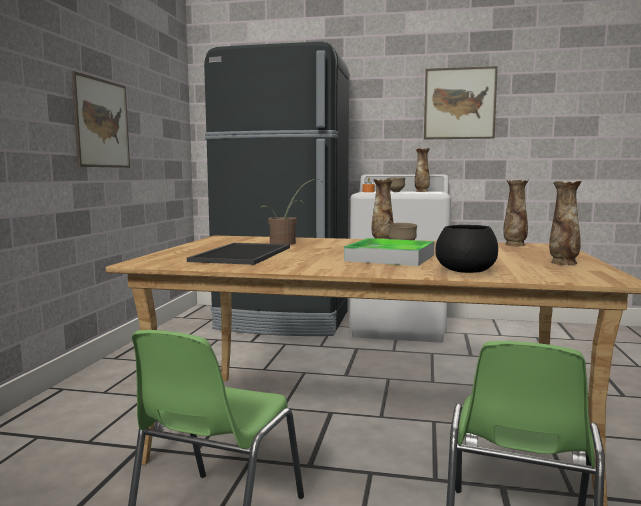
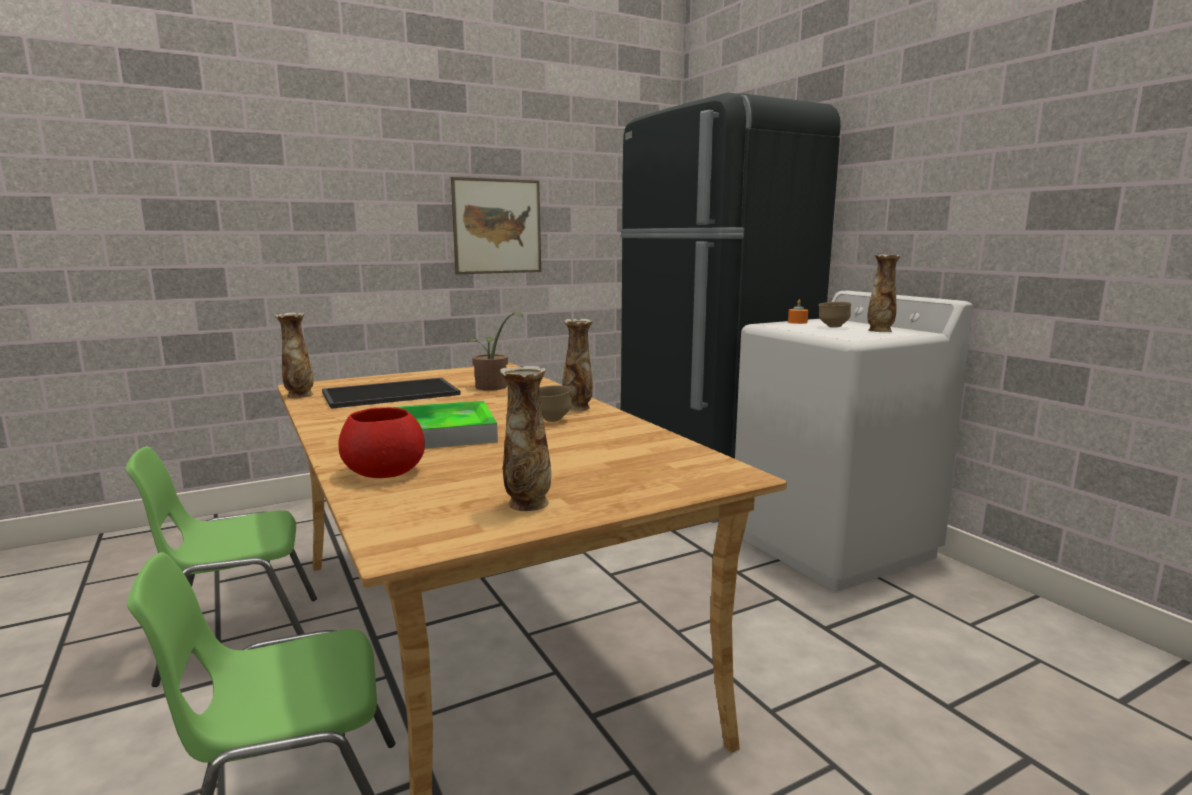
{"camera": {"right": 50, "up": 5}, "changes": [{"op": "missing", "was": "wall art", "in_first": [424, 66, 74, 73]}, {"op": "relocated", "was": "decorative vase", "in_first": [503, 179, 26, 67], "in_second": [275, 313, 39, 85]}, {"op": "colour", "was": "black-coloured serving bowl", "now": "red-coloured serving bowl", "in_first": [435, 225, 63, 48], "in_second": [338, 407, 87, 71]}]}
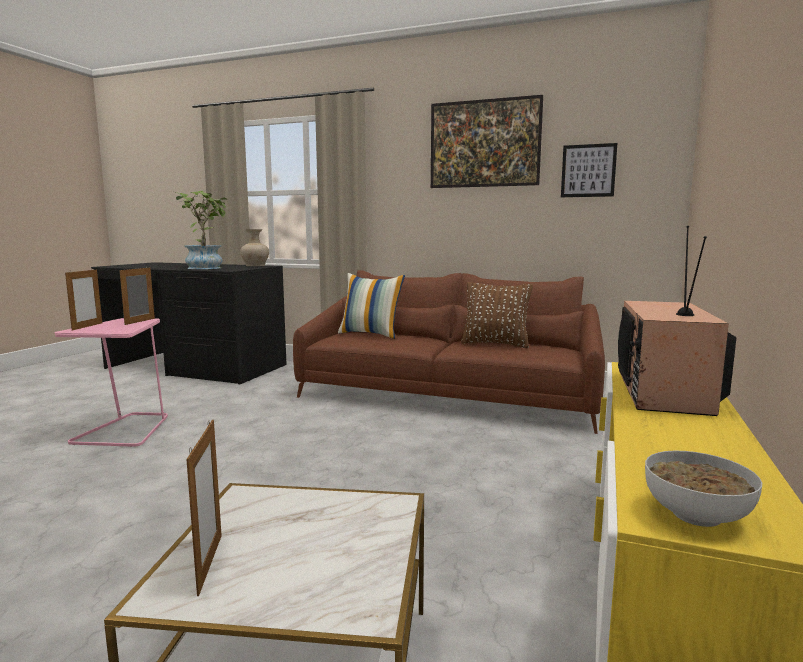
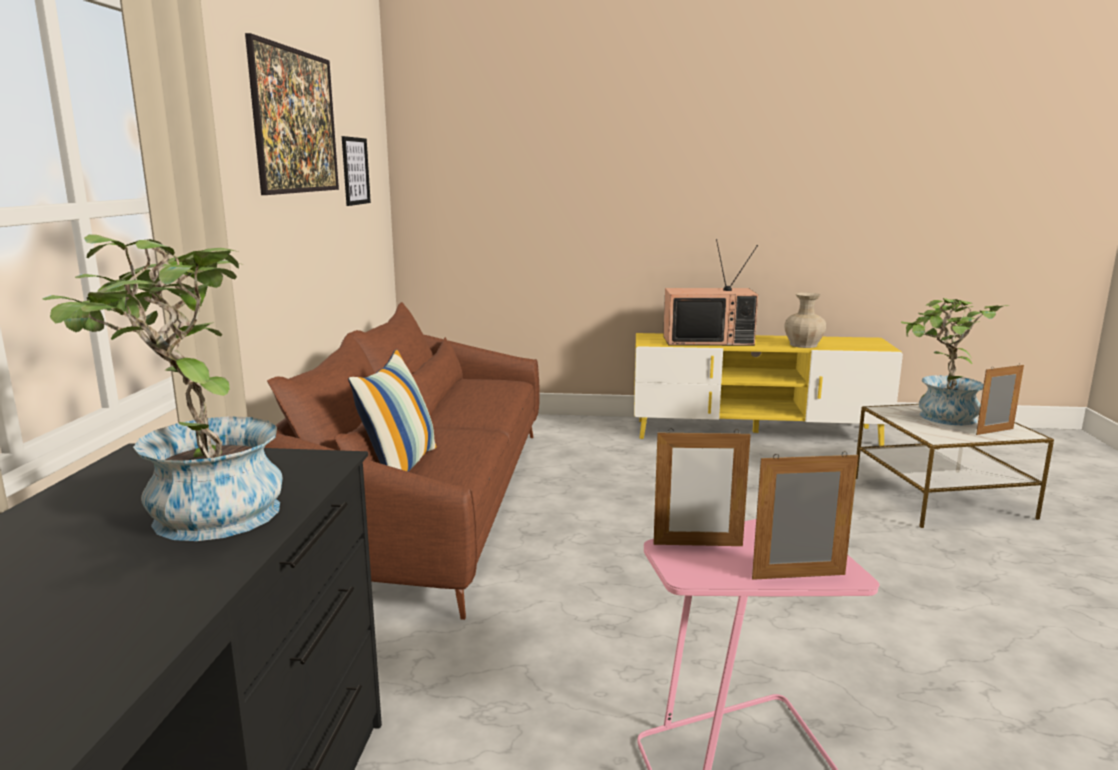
{"camera": {"right": -105, "up": 5}, "changes": [{"op": "missing", "was": "brownish throw pillow", "in_first": [461, 282, 72, 66]}, {"op": "missing", "was": "serving bowl", "in_first": [645, 451, 117, 76]}, {"op": "appeared", "now": "houseplant", "in_second": [901, 298, 108, 127]}, {"op": "relocated", "was": "beige-coloured decorative vase", "in_first": [240, 229, 29, 37], "in_second": [784, 292, 42, 56]}]}
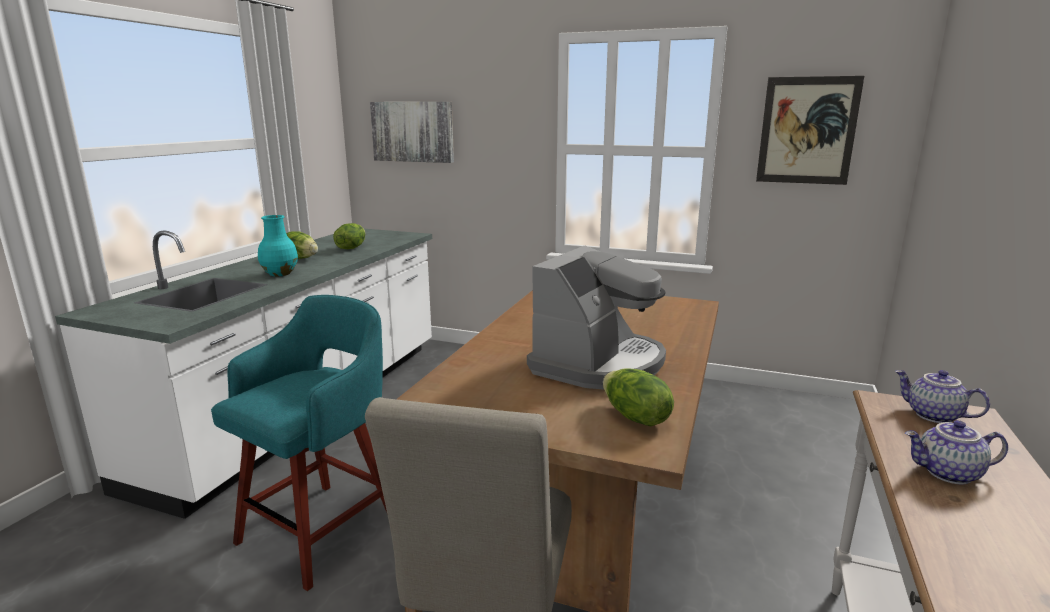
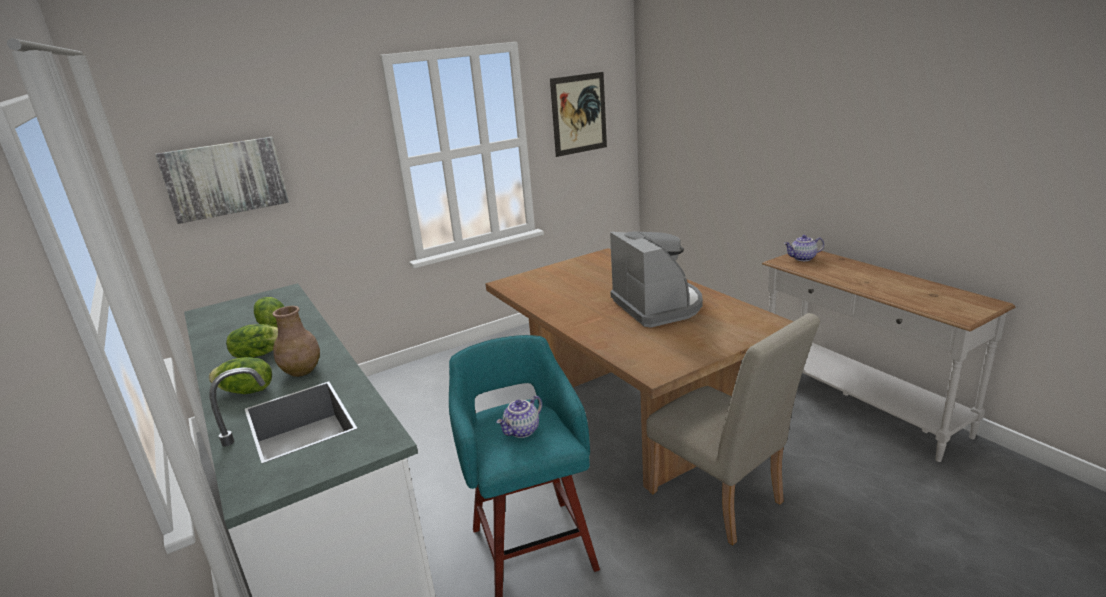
{"camera": {"right": -50, "up": 5}, "changes": [{"op": "relocated", "was": "head of lettuce", "in_first": [603, 368, 71, 58], "in_second": [209, 357, 63, 37]}, {"op": "relocated", "was": "pot for tea", "in_first": [905, 420, 103, 64], "in_second": [496, 395, 46, 43]}, {"op": "colour", "was": "turquoise-coloured decorative vase", "now": "brownish decorative vase", "in_first": [258, 215, 40, 61], "in_second": [273, 306, 47, 71]}]}
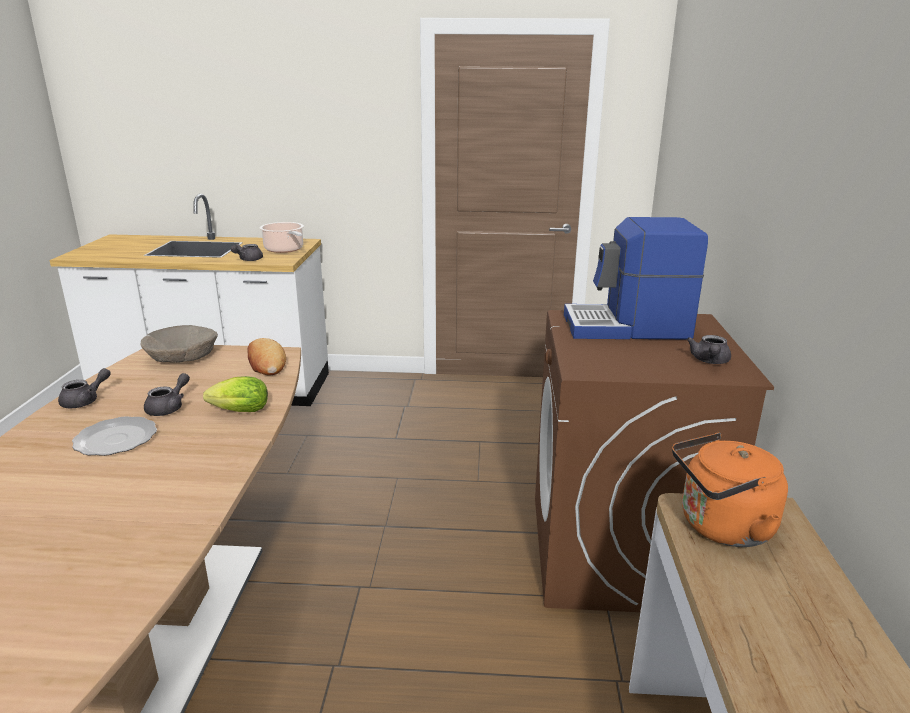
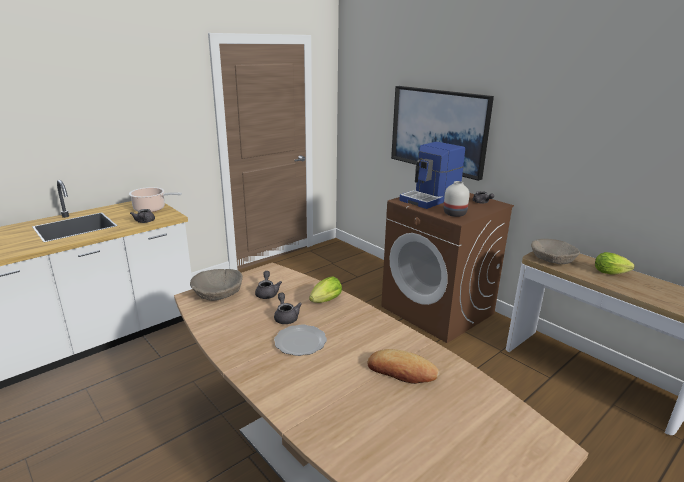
{"camera": {"right": -45, "up": 0}, "changes": [{"op": "appeared", "now": "wall art", "in_second": [391, 86, 103, 95]}, {"op": "appeared", "now": "whitish decorative vase", "in_second": [444, 181, 25, 36]}, {"op": "appeared", "now": "head of lettuce", "in_second": [595, 252, 40, 23]}, {"op": "relocated", "was": "gray pot for tea", "in_first": [58, 368, 53, 40], "in_second": [255, 271, 27, 28]}, {"op": "relocated", "was": "bakery bread", "in_first": [247, 338, 39, 37], "in_second": [368, 349, 71, 35]}, {"op": "exchanged", "was": "orangey water kettle", "now": "beige-coloured serving bowl", "in_first": [672, 433, 116, 114], "in_second": [531, 239, 49, 25]}]}
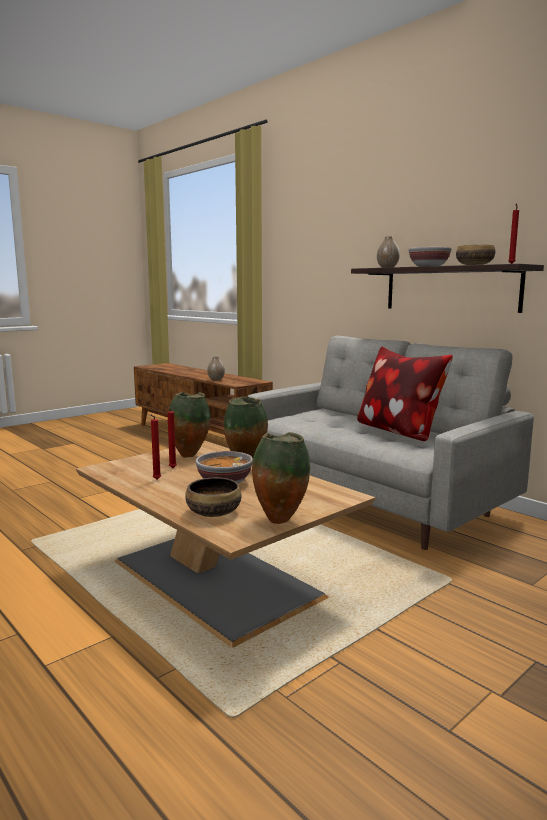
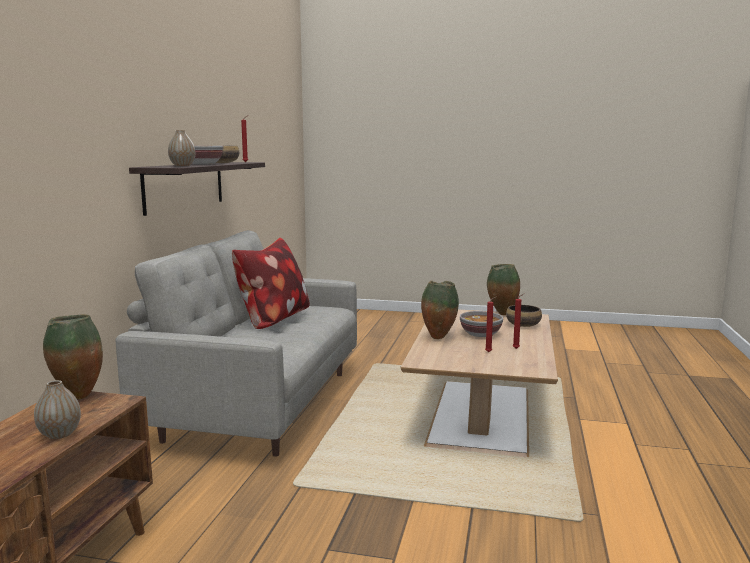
{"camera": {"right": -125, "up": 0}, "changes": [{"op": "relocated", "was": "decorative vase", "in_first": [168, 392, 42, 66], "in_second": [43, 314, 60, 85]}]}
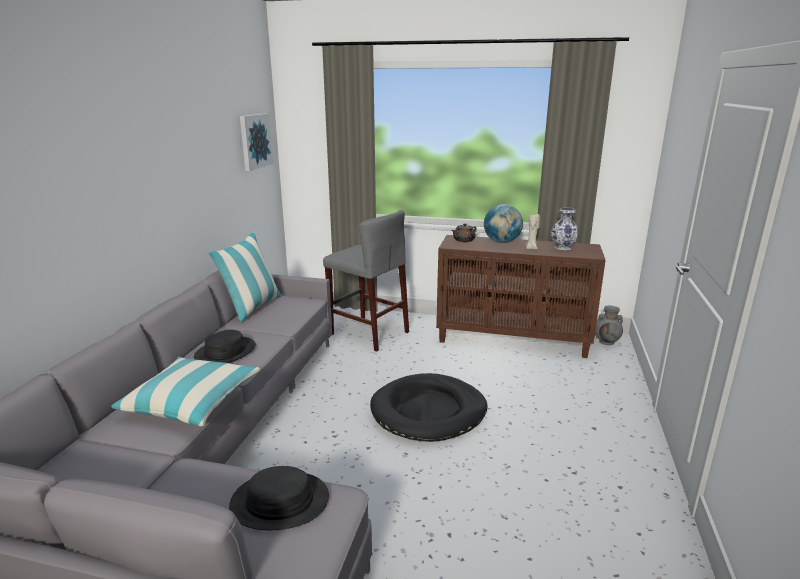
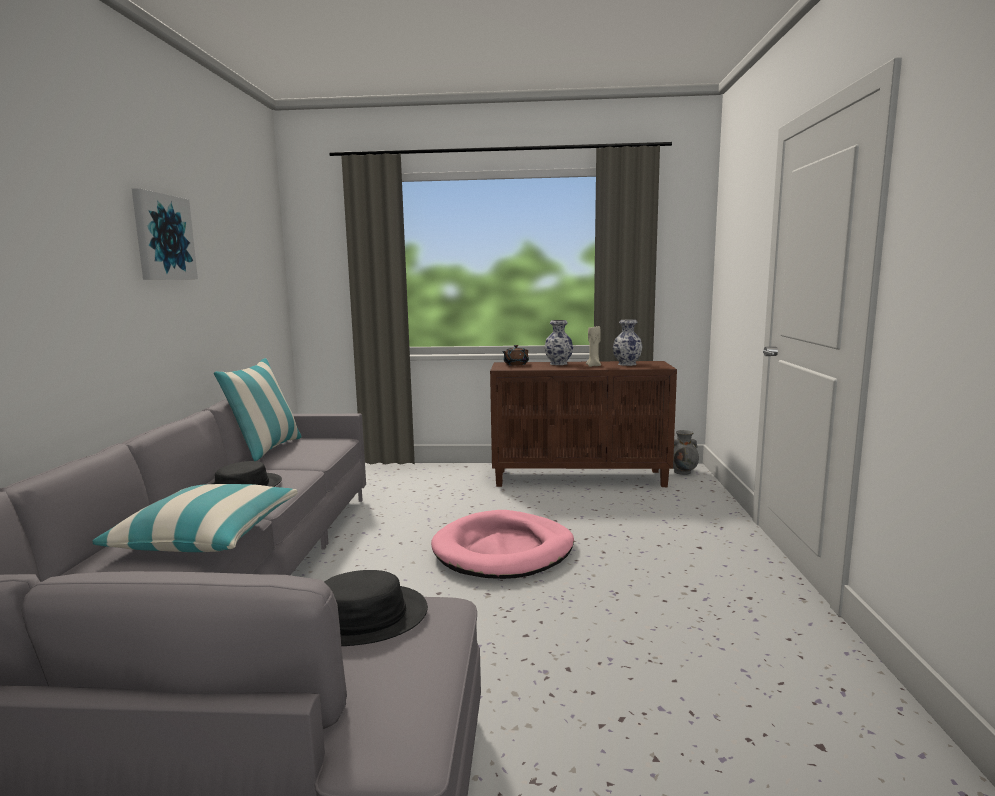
{"camera": {"right": -10, "up": -10}, "changes": [{"op": "missing", "was": "gray sitting stool", "in_first": [323, 210, 86, 142]}, {"op": "relocated", "was": "wall art", "in_first": [240, 113, 33, 58], "in_second": [132, 188, 66, 92]}, {"op": "exchanged", "was": "globe", "now": "decorative vase", "in_first": [484, 204, 39, 39], "in_second": [545, 320, 28, 45]}, {"op": "colour", "was": "black-coloured dog bed", "now": "pink dog bed", "in_first": [370, 373, 117, 69], "in_second": [431, 510, 143, 69]}]}
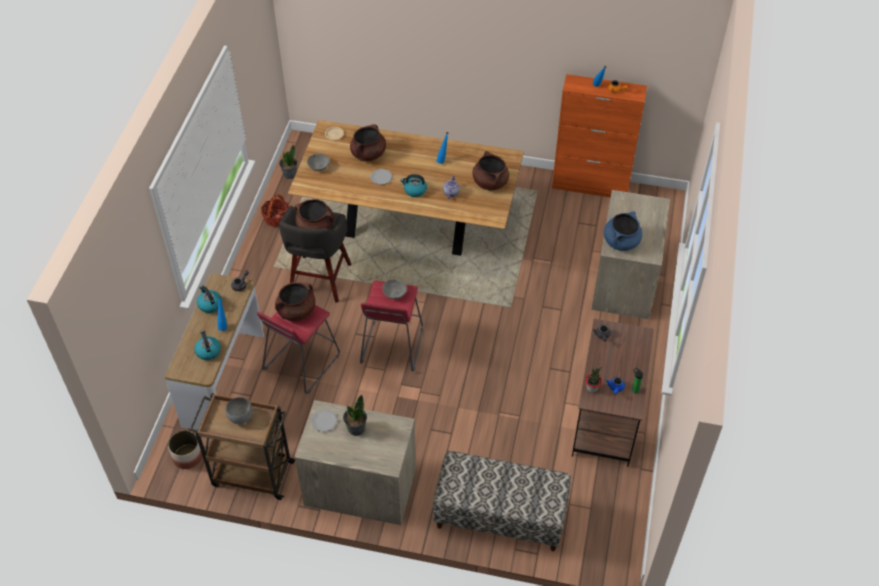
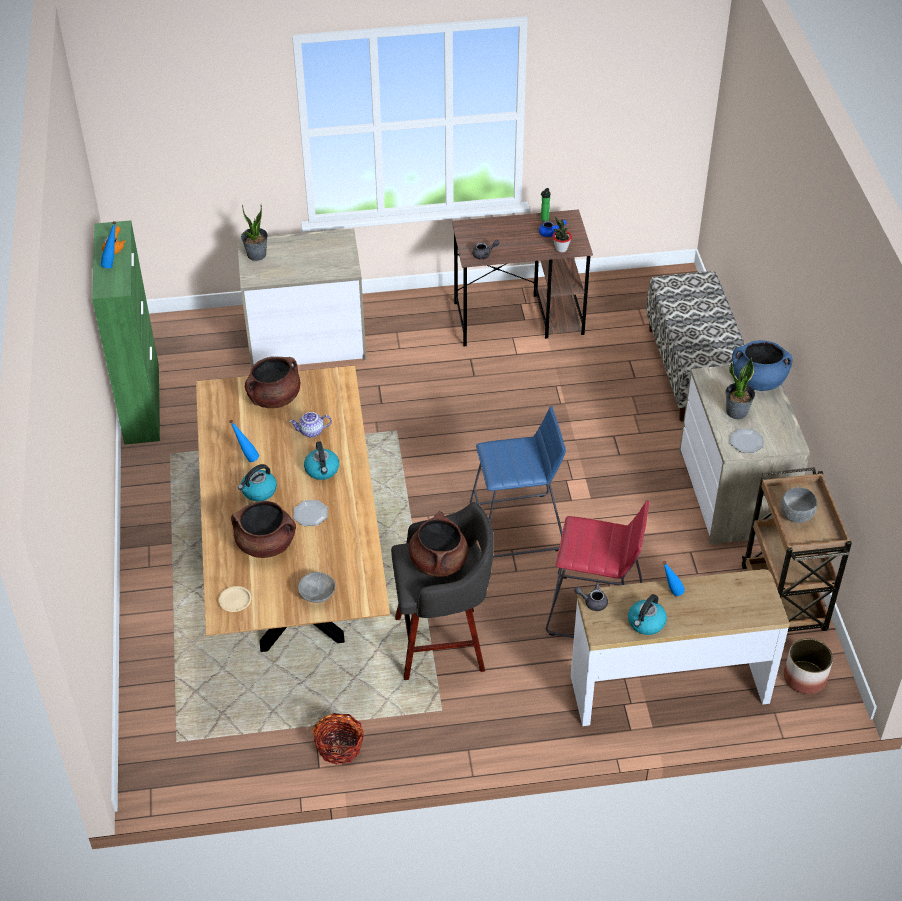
{"camera": {"right": -110, "up": -5}, "changes": [{"op": "missing", "was": "brownish stockpot", "in_first": [275, 282, 40, 39]}, {"op": "missing", "was": "gray serving bowl", "in_first": [383, 279, 24, 20]}, {"op": "relocated", "was": "water kettle", "in_first": [194, 330, 27, 30], "in_second": [238, 464, 39, 38]}, {"op": "relocated", "was": "houseplant", "in_first": [279, 144, 18, 35], "in_second": [241, 205, 27, 56]}, {"op": "relocated", "was": "blue-coloured stockpot", "in_first": [604, 211, 38, 40], "in_second": [732, 340, 61, 51]}, {"op": "colour", "was": "red-coloured sitting stool", "now": "blue-coloured sitting stool", "in_first": [360, 280, 63, 91], "in_second": [470, 406, 96, 152]}, {"op": "colour", "was": "orangey cupboard", "now": "green cupboard", "in_first": [552, 74, 95, 123], "in_second": [92, 220, 68, 225]}]}
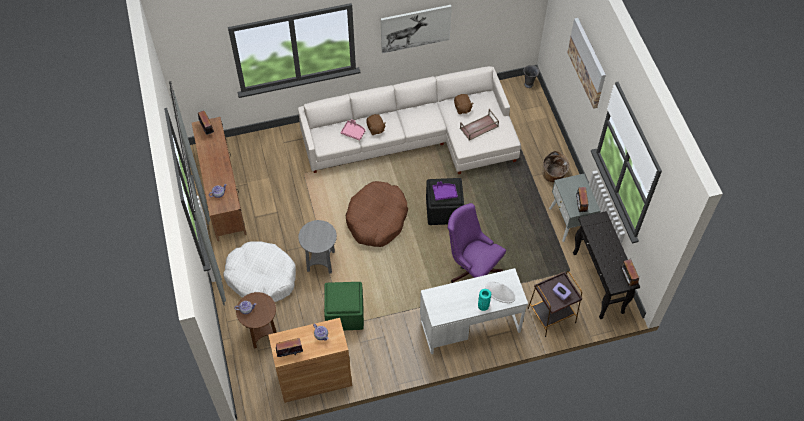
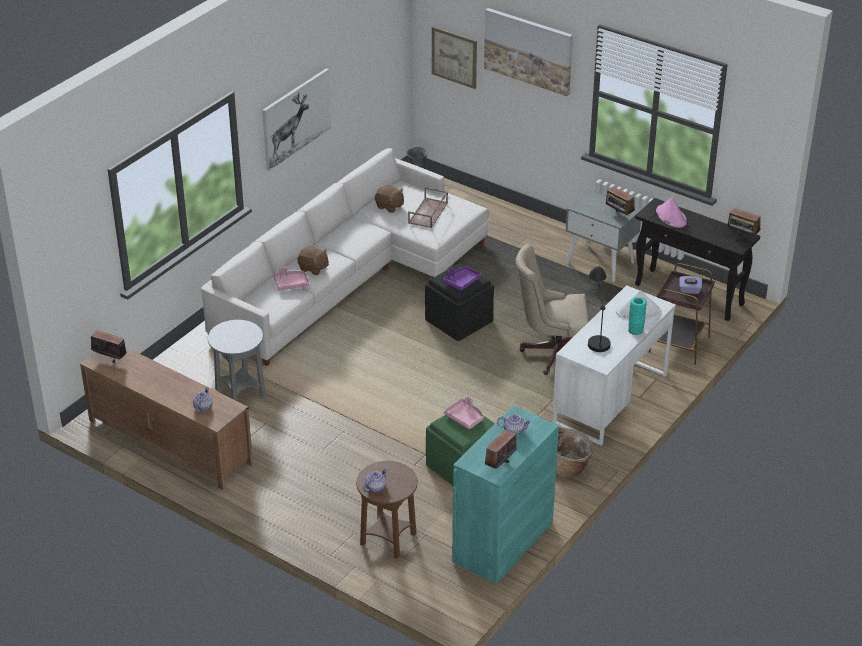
{"camera": {"right": -40, "up": -20}, "changes": [{"op": "missing", "was": "whitish dog bed", "in_first": [223, 242, 73, 60]}, {"op": "missing", "was": "brownish dog bed", "in_first": [346, 181, 62, 66]}, {"op": "appeared", "now": "wall art", "in_second": [432, 26, 45, 63]}, {"op": "appeared", "now": "pink tray", "in_second": [444, 396, 40, 33]}, {"op": "appeared", "now": "black-coloured lamp for a table", "in_second": [588, 266, 23, 86]}, {"op": "appeared", "now": "pink wearable hat", "in_second": [656, 197, 31, 31]}, {"op": "relocated", "was": "gray end table", "in_first": [298, 220, 39, 54], "in_second": [208, 320, 58, 81]}, {"op": "relocated", "was": "basket", "in_first": [542, 151, 28, 31], "in_second": [556, 428, 37, 50]}, {"op": "colour", "was": "brownish cupboard", "now": "turquoise-coloured cupboard", "in_first": [268, 318, 84, 85], "in_second": [452, 406, 107, 178]}, {"op": "colour", "was": "purplish computer chair", "now": "beige-coloured computer chair", "in_first": [448, 203, 58, 80], "in_second": [516, 244, 73, 131]}]}
